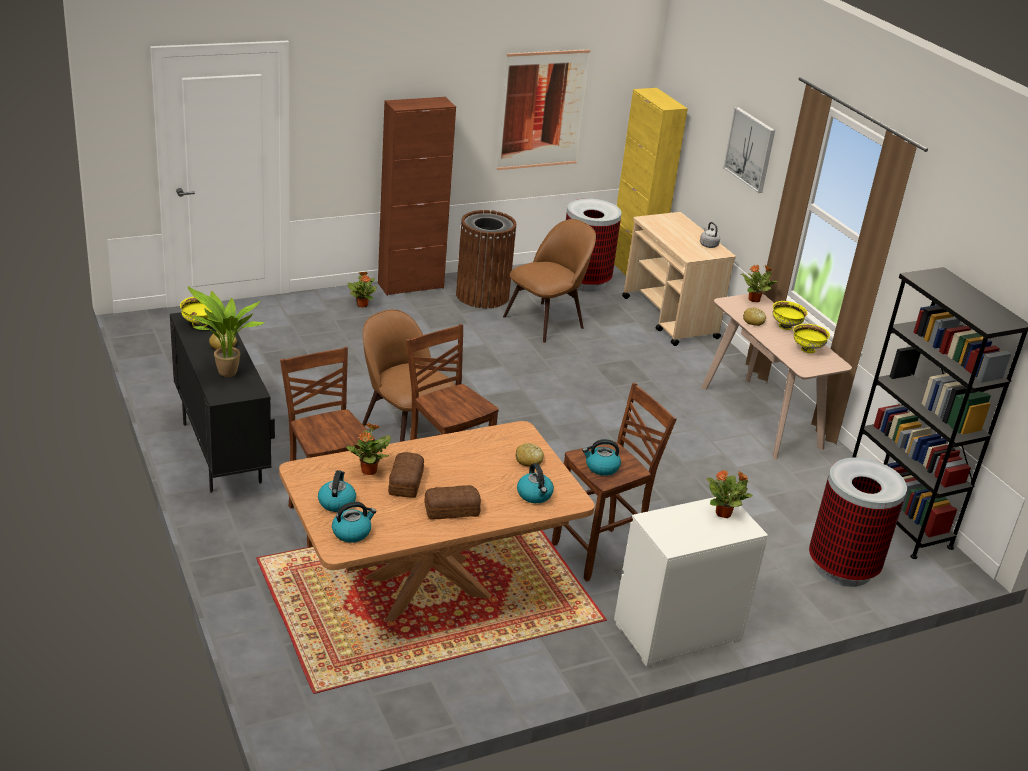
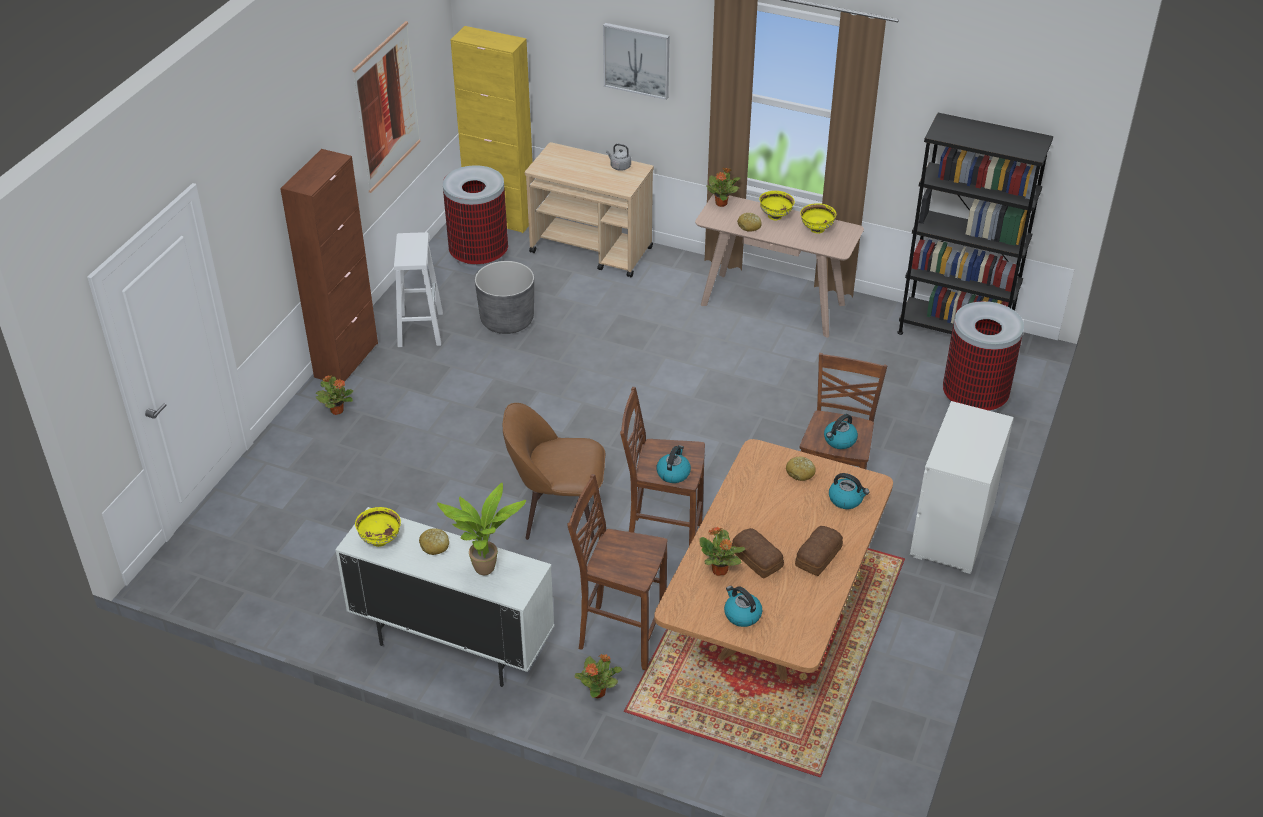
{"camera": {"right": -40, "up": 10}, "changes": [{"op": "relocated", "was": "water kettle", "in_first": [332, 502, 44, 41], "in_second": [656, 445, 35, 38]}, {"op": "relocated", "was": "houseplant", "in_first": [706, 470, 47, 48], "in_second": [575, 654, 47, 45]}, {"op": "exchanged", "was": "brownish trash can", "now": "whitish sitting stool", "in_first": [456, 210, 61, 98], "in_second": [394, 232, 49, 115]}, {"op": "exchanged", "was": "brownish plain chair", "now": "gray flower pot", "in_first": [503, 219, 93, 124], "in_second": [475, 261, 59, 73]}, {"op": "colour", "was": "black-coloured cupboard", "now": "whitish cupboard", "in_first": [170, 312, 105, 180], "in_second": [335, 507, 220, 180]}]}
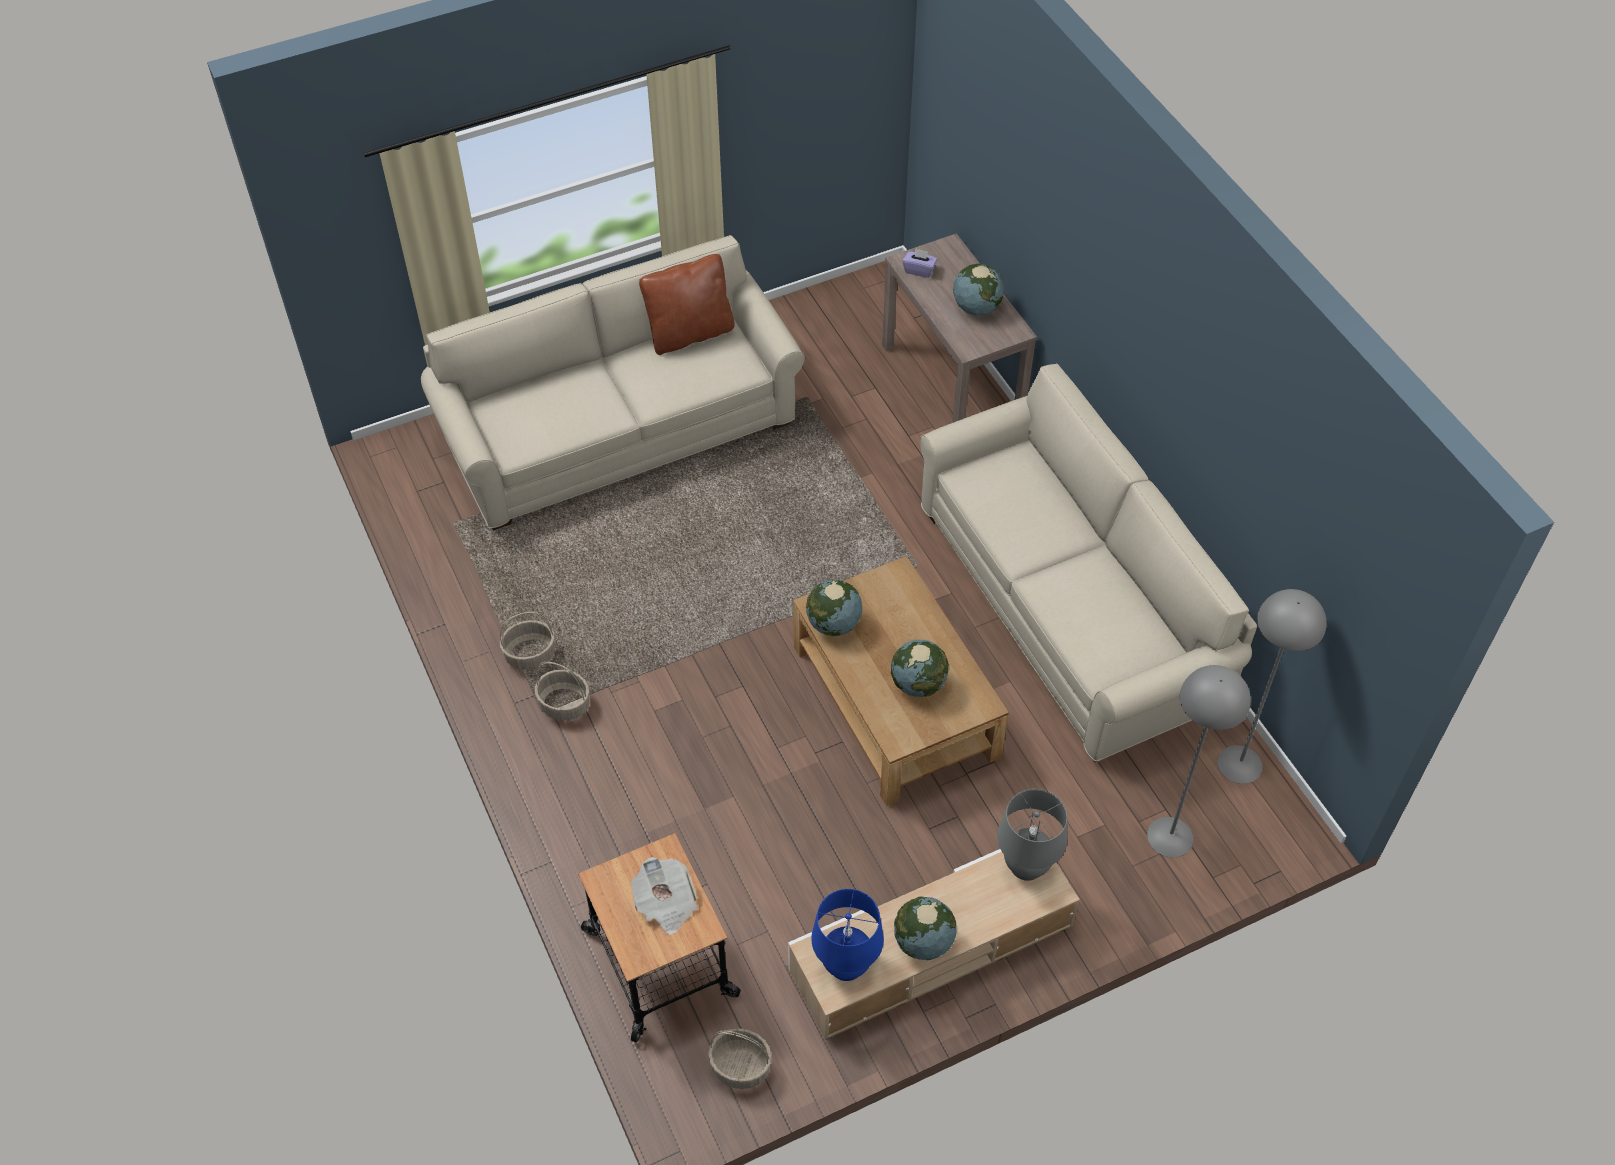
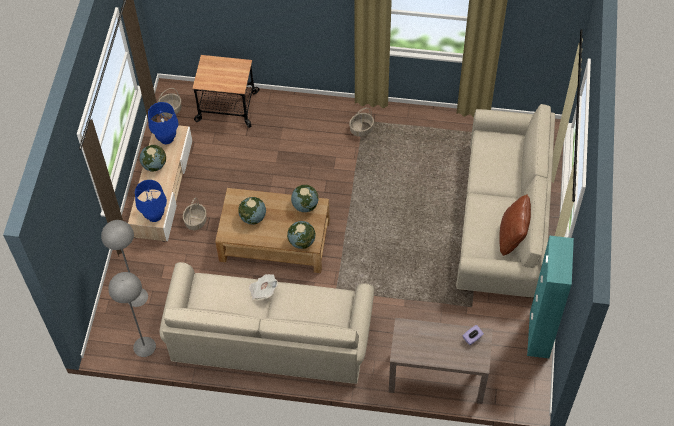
{"camera": {"right": 125, "up": 5}, "changes": [{"op": "appeared", "now": "turquoise-coloured cupboard", "in_second": [527, 236, 47, 122]}, {"op": "relocated", "was": "basket", "in_first": [500, 612, 55, 58], "in_second": [183, 198, 24, 32]}, {"op": "relocated", "was": "daily paper", "in_first": [631, 857, 67, 78], "in_second": [249, 274, 29, 26]}, {"op": "relocated", "was": "globe", "in_first": [953, 264, 51, 52], "in_second": [287, 221, 29, 28]}, {"op": "colour", "was": "gray lamp for a table", "now": "blue-coloured lamp for a table", "in_first": [997, 789, 70, 92], "in_second": [135, 180, 32, 42]}]}
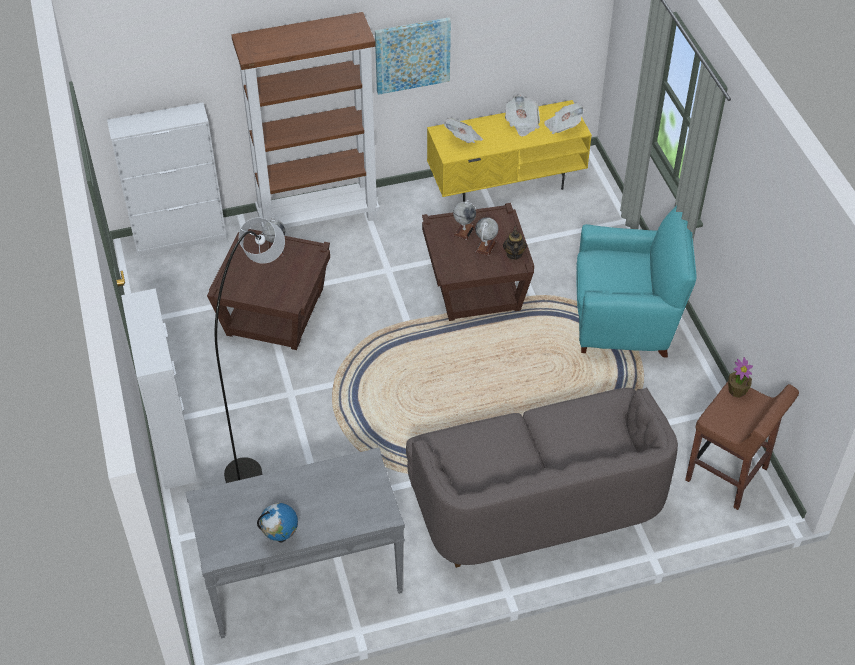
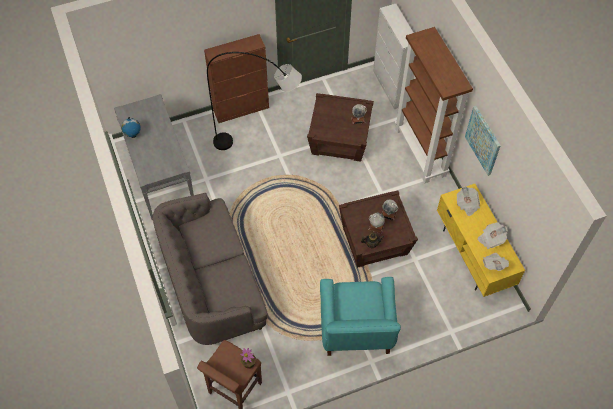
{"camera": {"right": 85, "up": 10}, "changes": [{"op": "colour", "was": "whitish cupboard", "now": "brownish cupboard", "in_first": [121, 288, 77, 201], "in_second": [204, 34, 65, 89]}]}
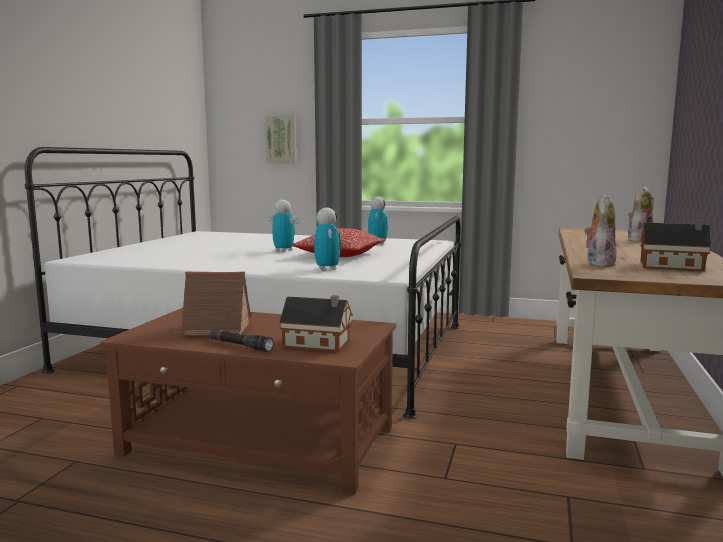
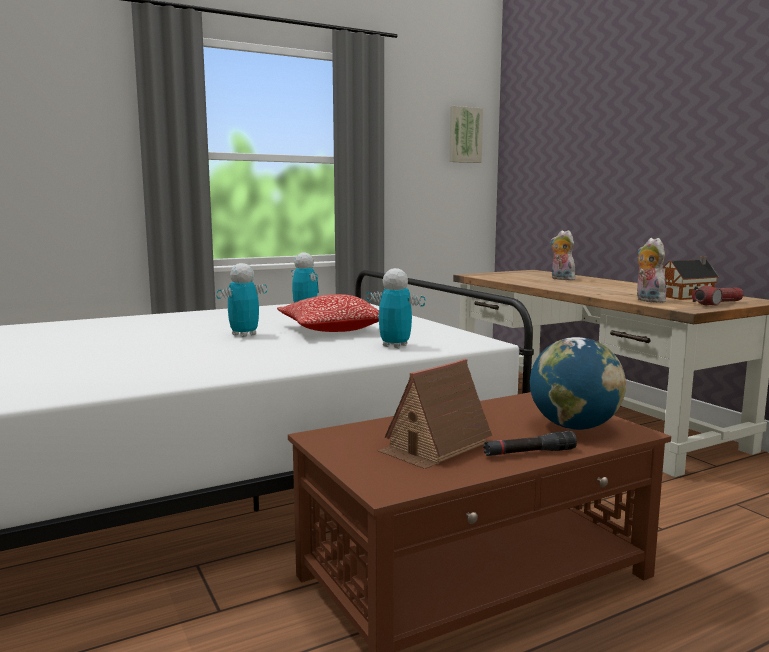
{"camera": {"right": -45, "up": 0}, "changes": [{"op": "appeared", "now": "flashlight", "in_second": [692, 285, 52, 21]}, {"op": "relocated", "was": "wall art", "in_first": [265, 115, 32, 49], "in_second": [449, 106, 34, 57]}, {"op": "exchanged", "was": "miniature house", "now": "globe", "in_first": [279, 295, 74, 57], "in_second": [530, 337, 96, 93]}, {"op": "spun", "was": "toy robot", "in_first": [268, 200, 31, 52], "in_second": [216, 263, 51, 74], "clockwise": -45}, {"op": "spun", "was": "soft toy", "in_first": [628, 186, 26, 56], "in_second": [550, 230, 25, 50], "clockwise": -45}]}
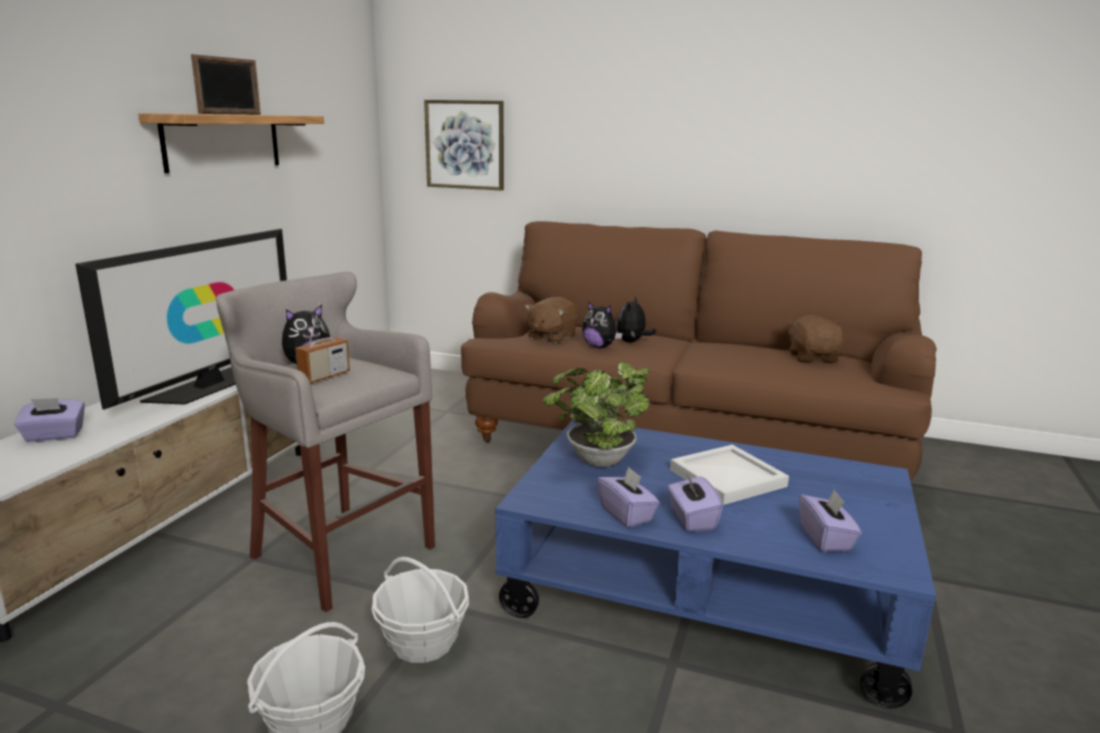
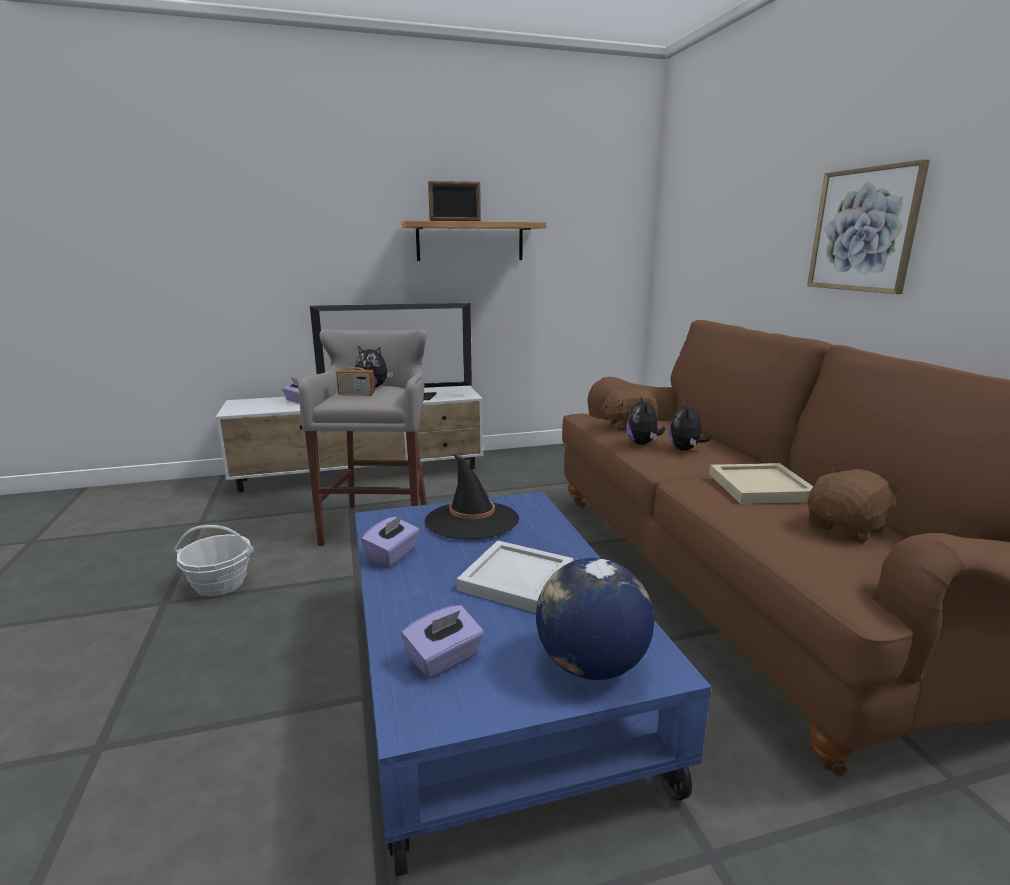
{"camera": {"right": 55, "up": 0}, "changes": [{"op": "missing", "was": "basket", "in_first": [371, 557, 98, 106]}, {"op": "missing", "was": "purplish tissue box", "in_first": [668, 471, 55, 61]}, {"op": "appeared", "now": "globe", "in_second": [536, 558, 118, 122]}, {"op": "appeared", "now": "beige-coloured tray", "in_second": [709, 463, 104, 41]}, {"op": "relocated", "was": "wall art", "in_first": [424, 100, 80, 91], "in_second": [807, 159, 123, 135]}, {"op": "exchanged", "was": "houseplant", "now": "black-coloured wearable hat", "in_first": [543, 362, 107, 105], "in_second": [425, 454, 94, 85]}, {"op": "spun", "was": "soft toy", "in_first": [616, 296, 40, 46], "in_second": [669, 400, 43, 51], "clockwise": -60}]}
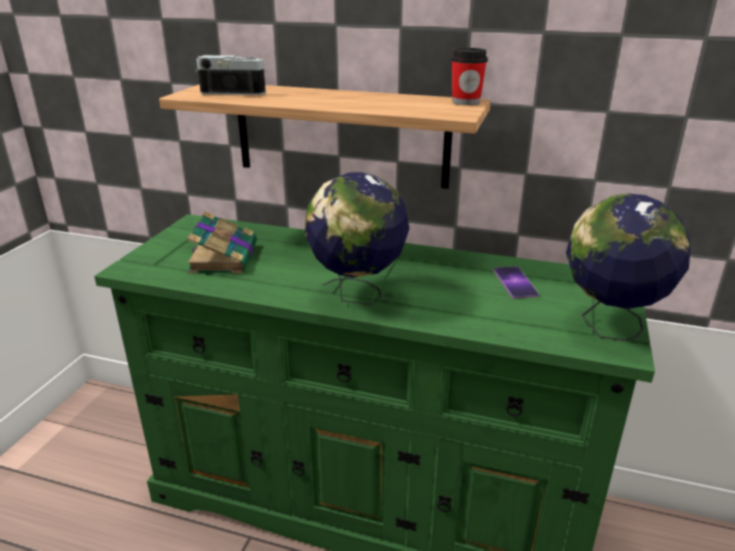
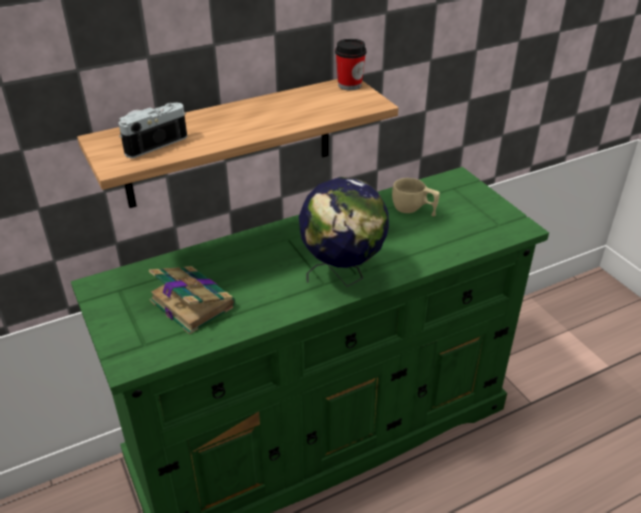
{"camera": {"right": -45, "up": 10}, "changes": [{"op": "missing", "was": "globe", "in_first": [566, 193, 125, 148]}, {"op": "exchanged", "was": "phone", "now": "beige-coloured drinking cup", "in_first": [493, 266, 46, 33], "in_second": [392, 178, 48, 38]}]}
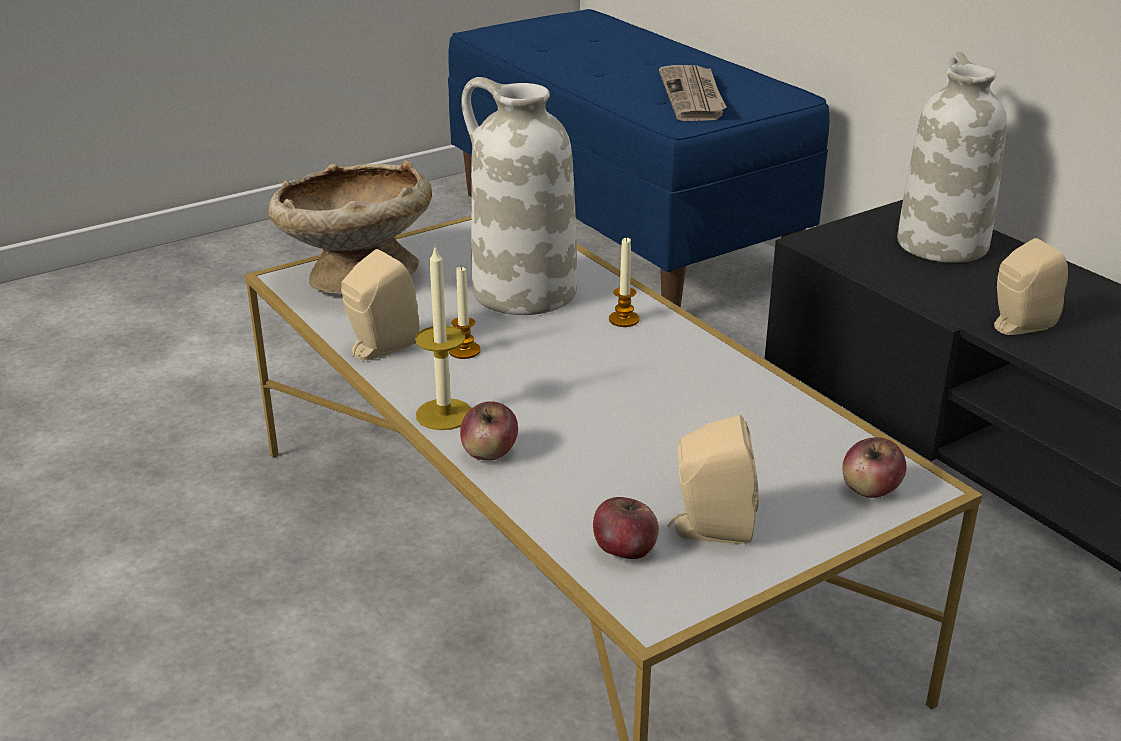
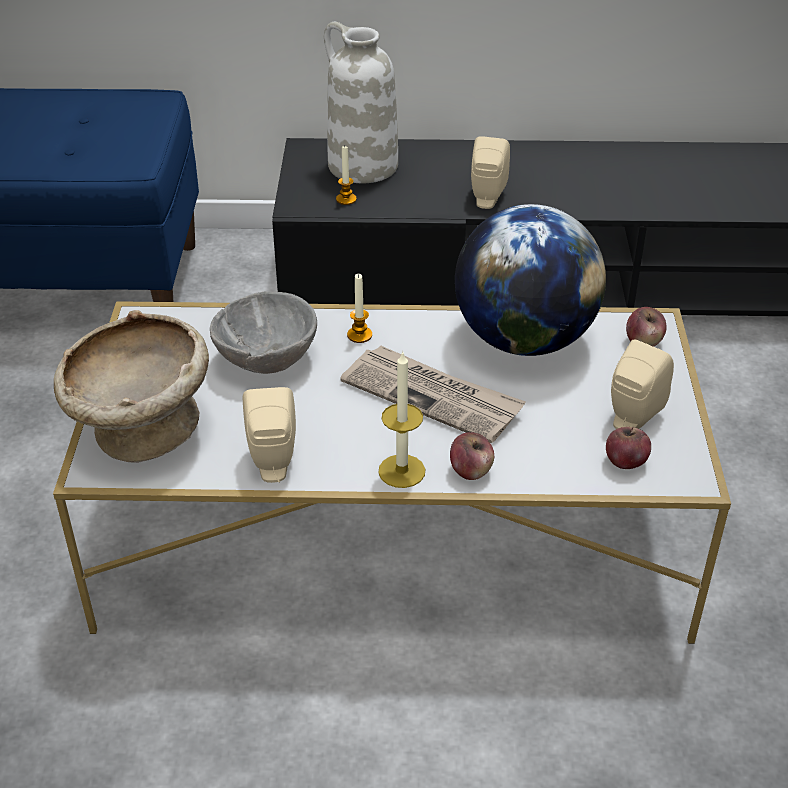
{"camera": {"right": -55, "up": 10}, "changes": [{"op": "appeared", "now": "globe", "in_second": [455, 204, 151, 152]}, {"op": "relocated", "was": "wax candle", "in_first": [449, 267, 32, 92], "in_second": [336, 146, 21, 59]}, {"op": "relocated", "was": "daily paper", "in_first": [659, 65, 67, 56], "in_second": [340, 345, 186, 98]}, {"op": "exchanged", "was": "whitish decorative vase", "now": "gray serving bowl", "in_first": [461, 77, 116, 238], "in_second": [210, 291, 107, 83]}]}
